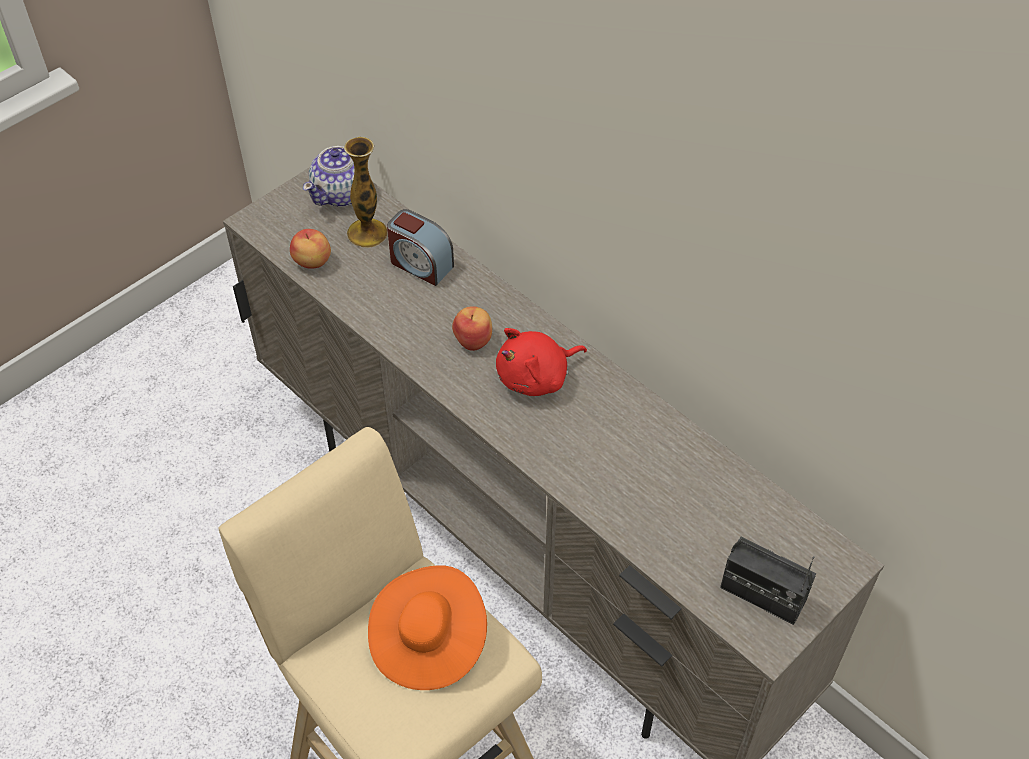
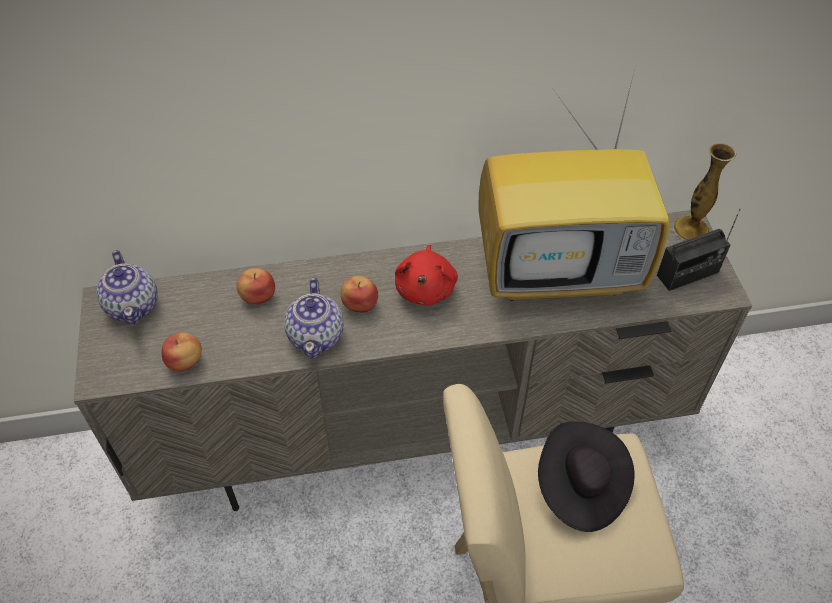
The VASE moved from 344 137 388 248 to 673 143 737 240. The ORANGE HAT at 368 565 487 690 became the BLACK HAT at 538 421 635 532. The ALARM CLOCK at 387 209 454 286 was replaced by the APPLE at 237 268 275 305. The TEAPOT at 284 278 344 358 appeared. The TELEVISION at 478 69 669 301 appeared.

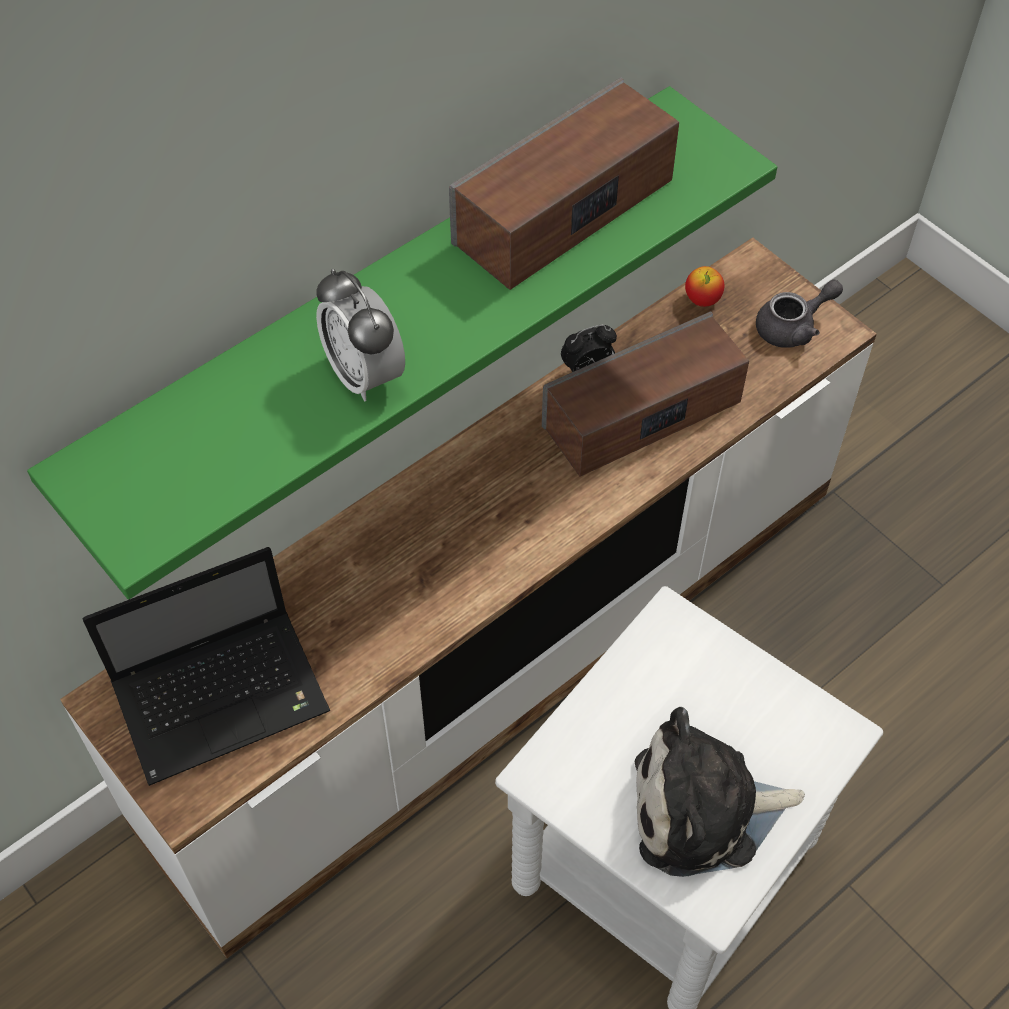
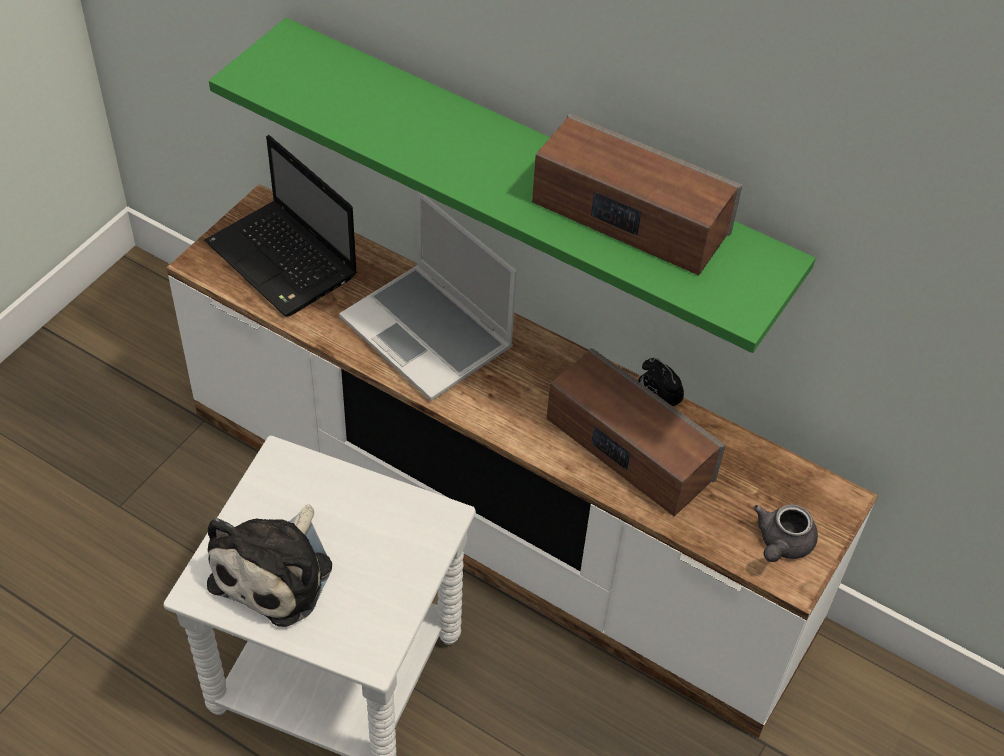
The ALARM CLOCK at 316 269 405 401 disappeared. The PLUSH TOY at 635 707 805 877 turned 135 degrees counterclockwise. The APPLE at 685 266 724 307 disappeared. The GREY TEAPOT at 756 280 843 348 turned 75 degrees clockwise. The LAPTOP at 339 191 517 401 appeared.

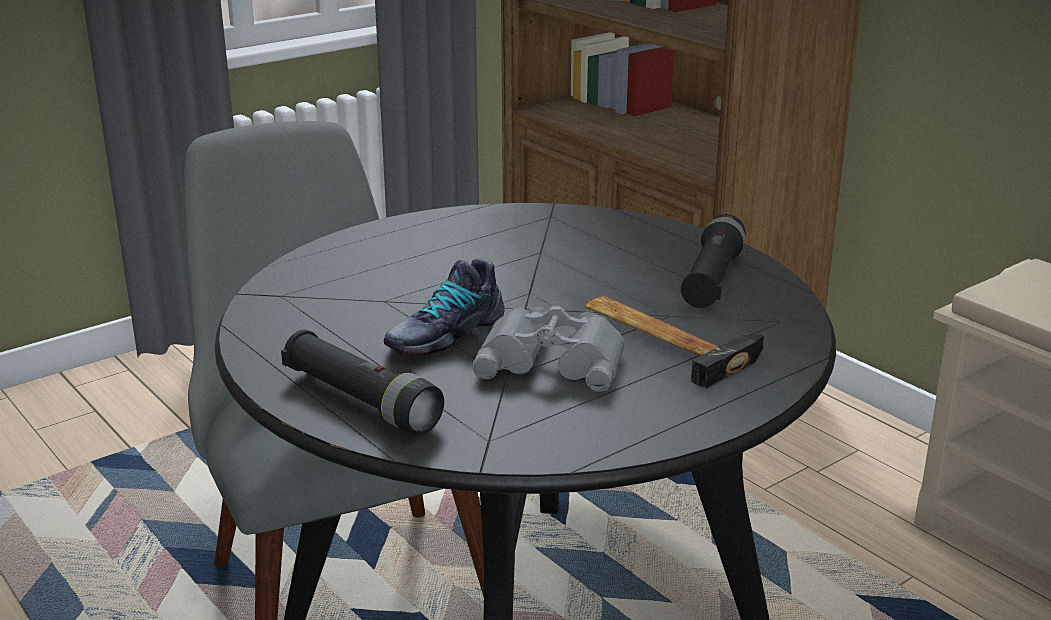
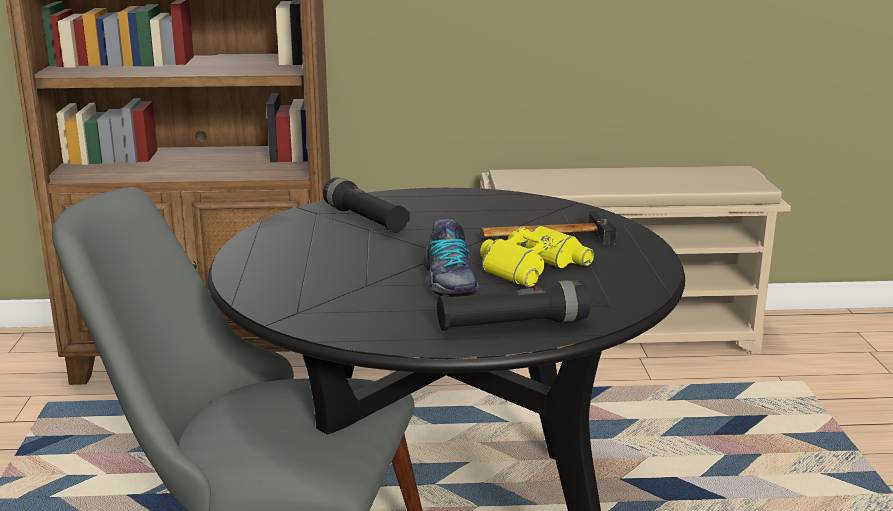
The GREY BINOCULARS at 472 306 625 392 became the YELLOW BINOCULARS at 480 226 594 287. The BLACK FLASHLIGHT moved from 681 214 746 308 to 323 177 410 233.

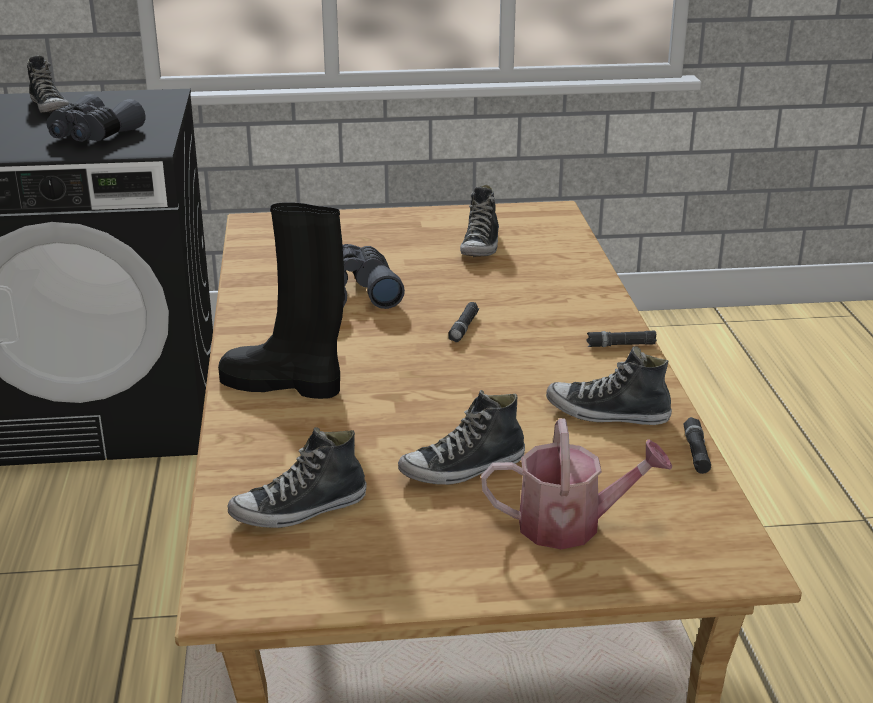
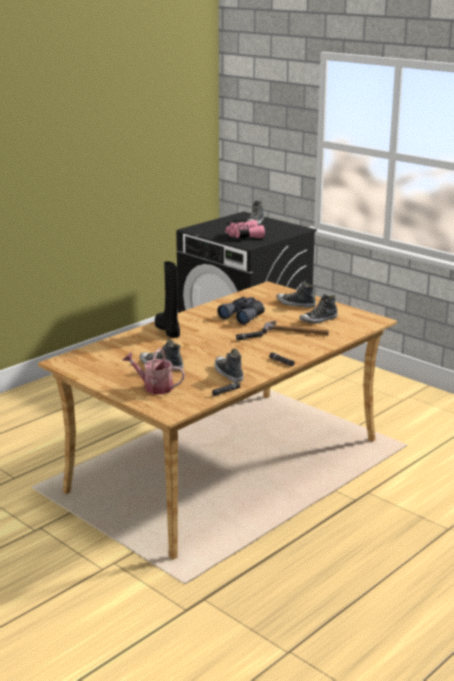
The GREY BINOCULARS at 46 94 145 142 became the PINK BINOCULARS at 225 220 265 238. The SHOE moved from 227 427 367 528 to 276 281 316 308. The WATERING CAN at 481 418 672 549 turned 150 degrees clockwise. The HAMMER at 262 321 329 335 appeared.

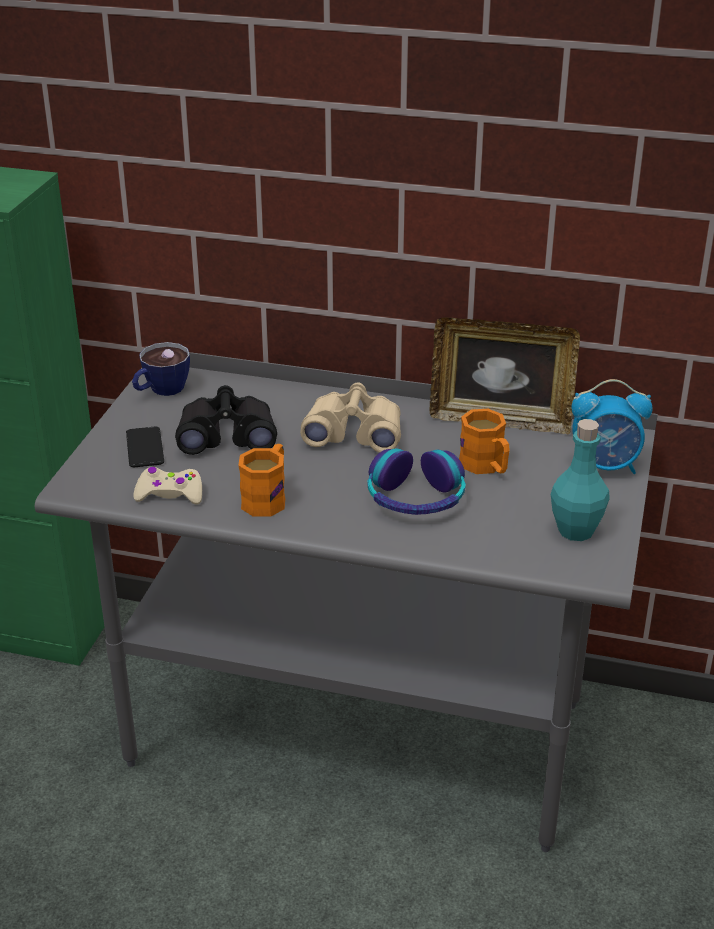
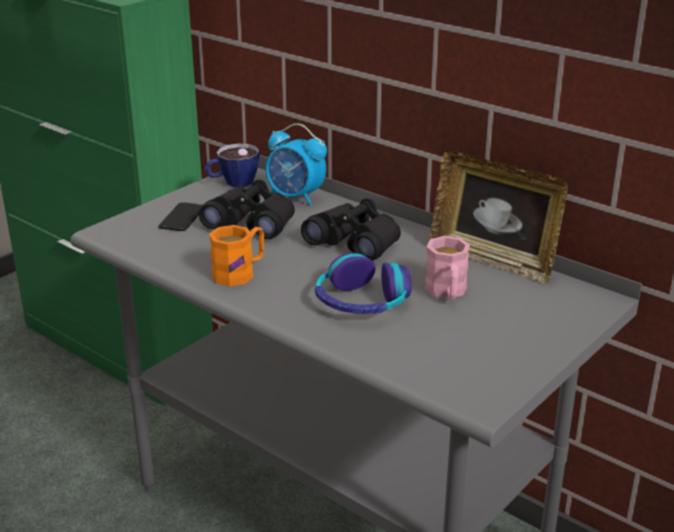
The BEIGE GAME CONTROLLER at 133 467 202 505 disappeared. The BEIGE BINOCULARS at 300 383 401 452 became the BLACK BINOCULARS at 301 198 401 261. The ORANGE MUG at 459 409 510 474 became the PINK MUG at 424 236 470 299. The TURQUOISE BOTTLE at 551 419 610 541 disappeared. The ALARM CLOCK moved from 571 379 653 474 to 266 123 327 205.

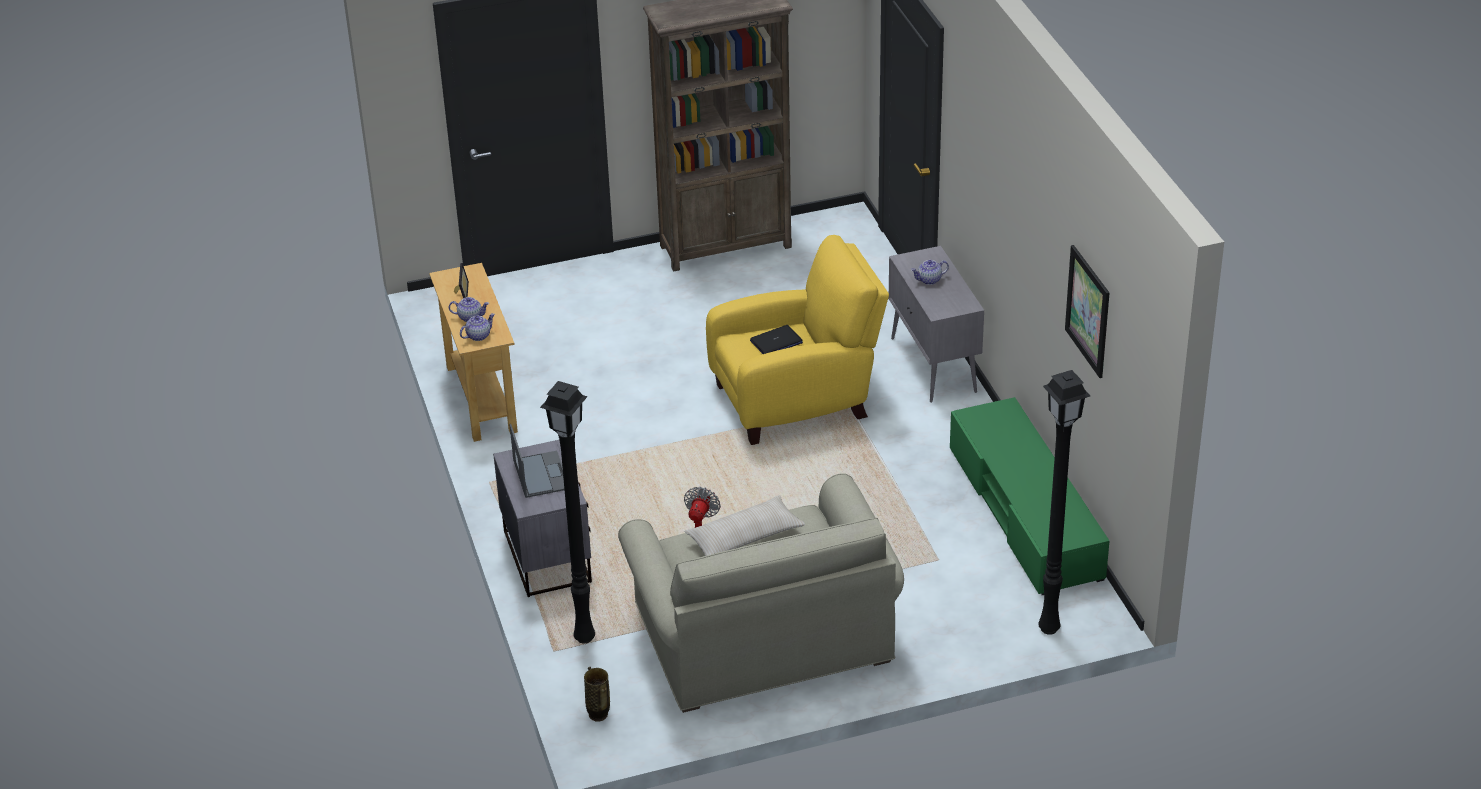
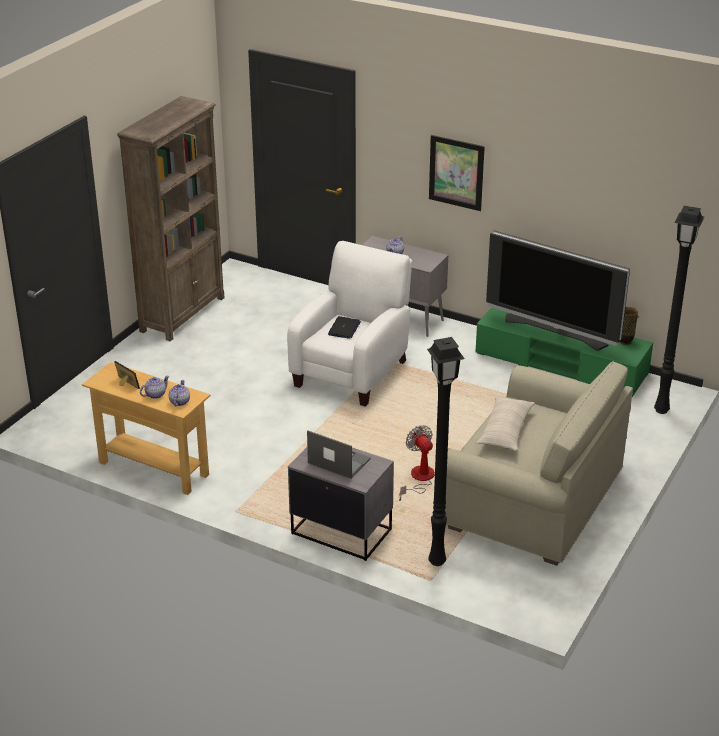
The VASE moved from 584 667 610 722 to 619 307 639 345. The YELLOW ARMCHAIR at 706 235 889 445 became the WHITE ARMCHAIR at 287 241 412 407. The PICTURE moved from 1065 245 1109 378 to 429 135 485 211. The TELEVISION at 486 231 630 351 appeared.

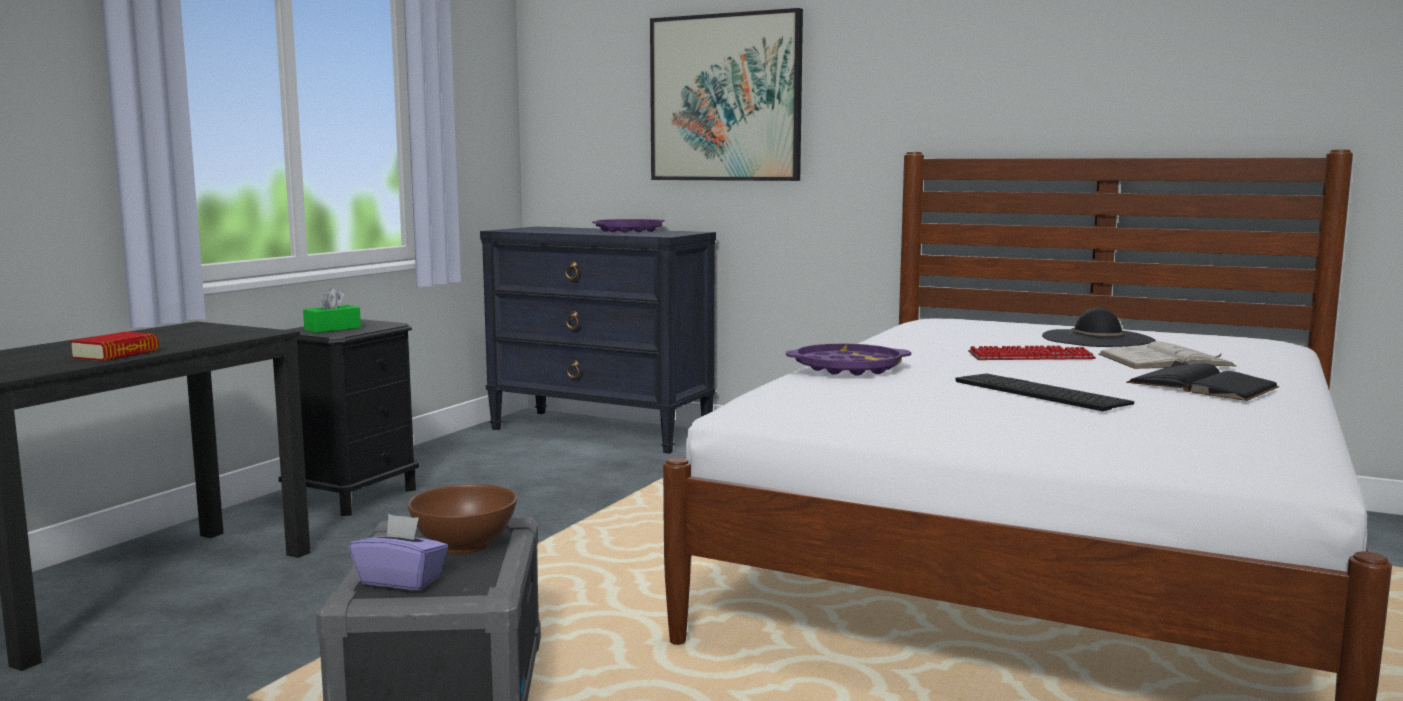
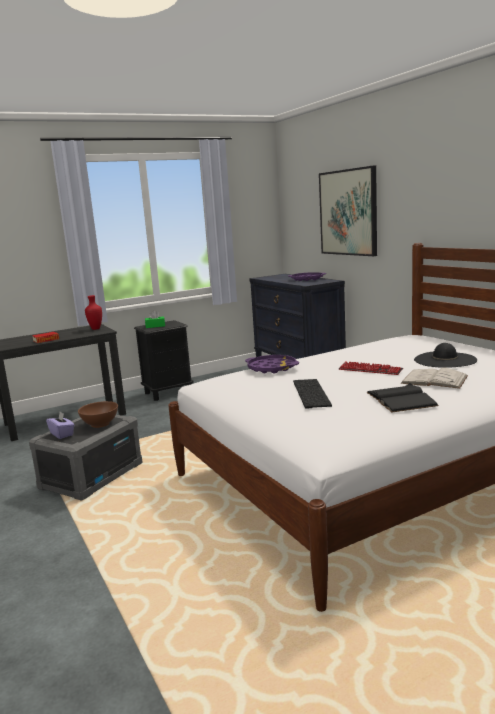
The RED VASE at 85 295 102 330 appeared.

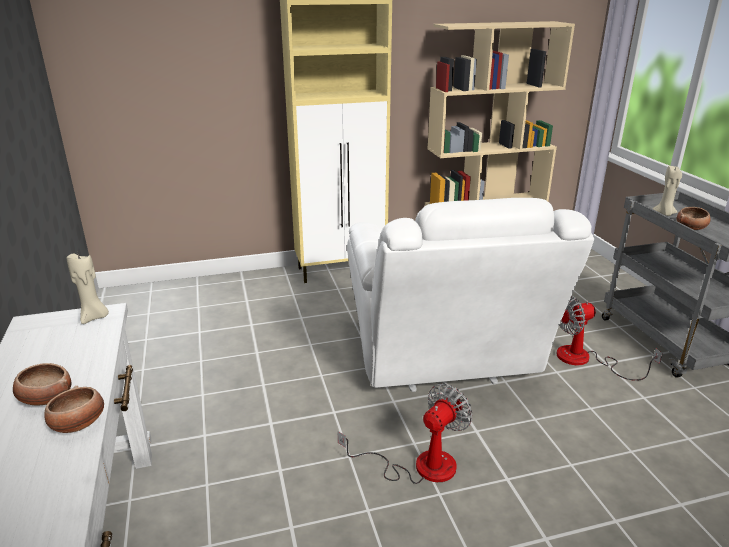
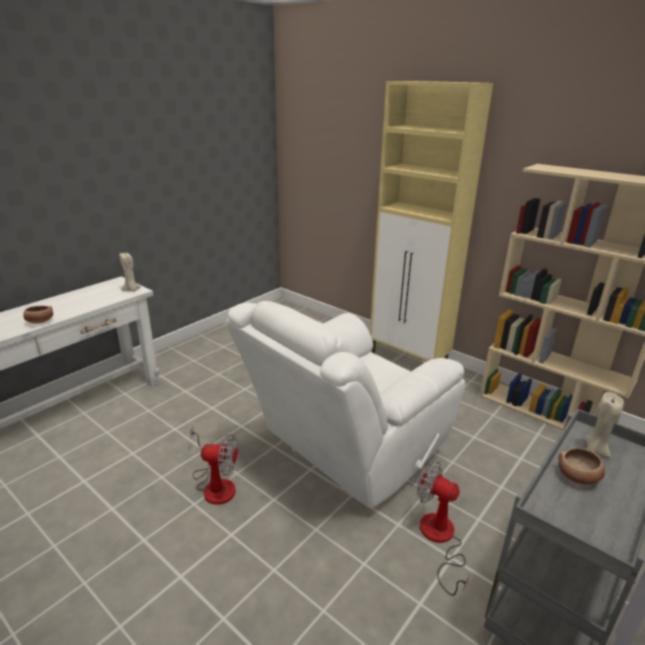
The BOWL at 13 363 72 406 disappeared.

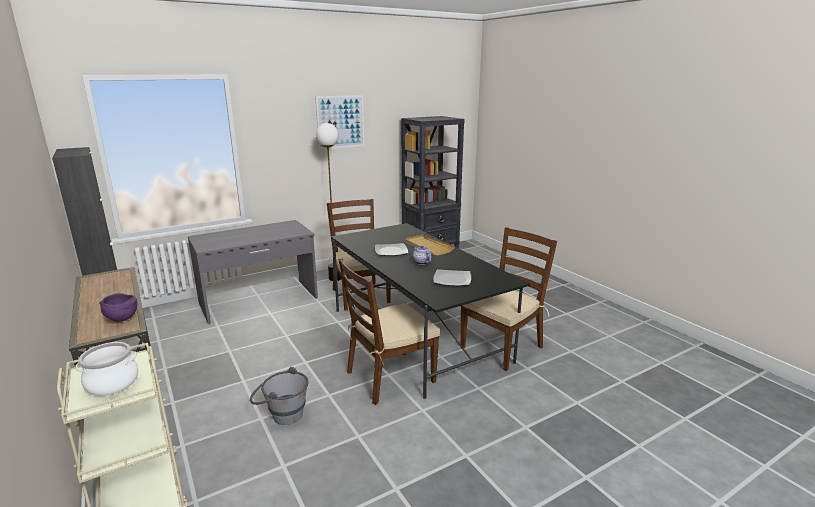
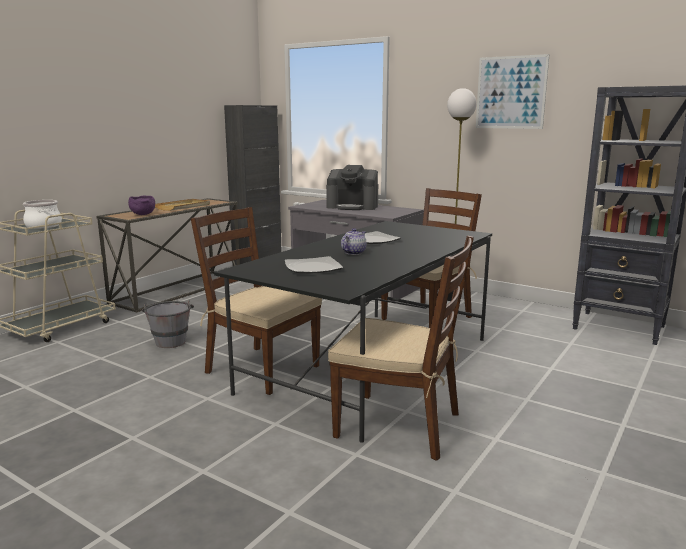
The BEIGE TRAY moved from 404 234 455 255 to 155 199 210 211. The COFFEE MACHINE at 326 165 378 210 appeared.

